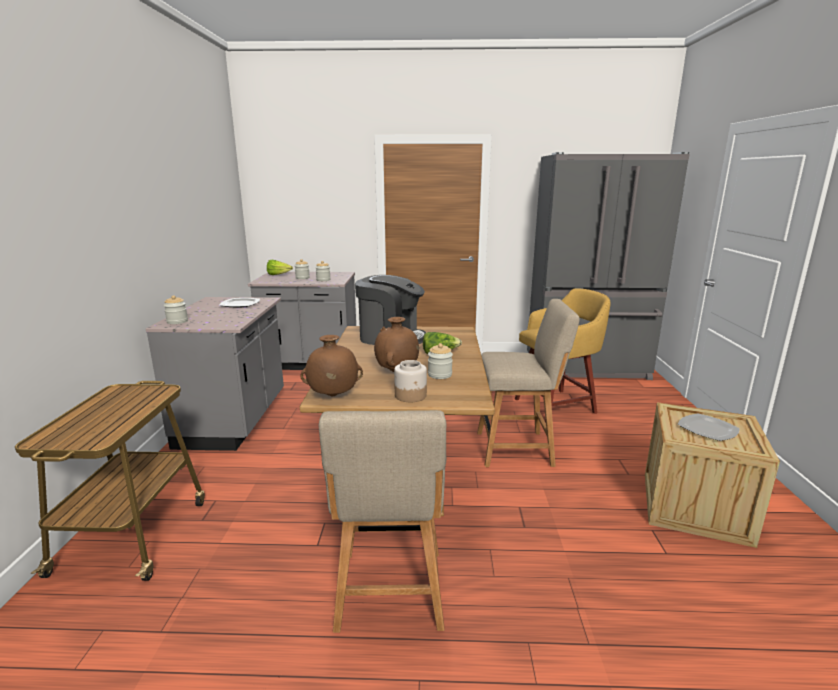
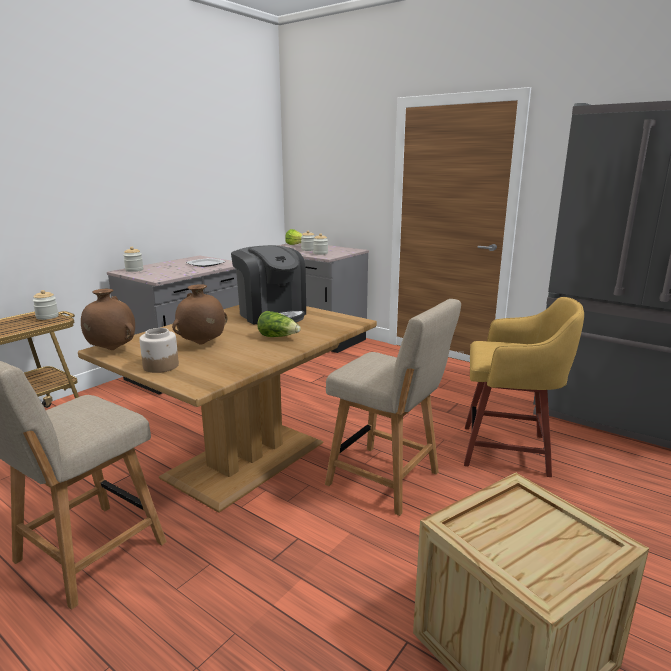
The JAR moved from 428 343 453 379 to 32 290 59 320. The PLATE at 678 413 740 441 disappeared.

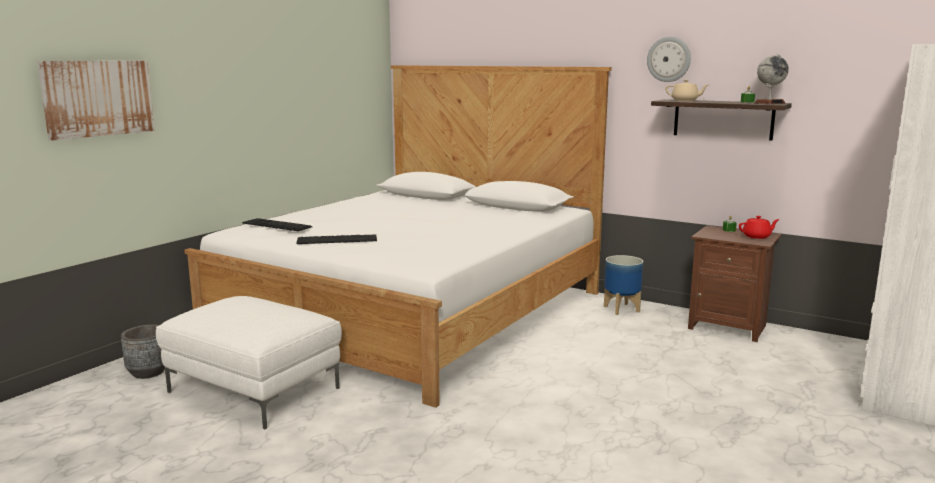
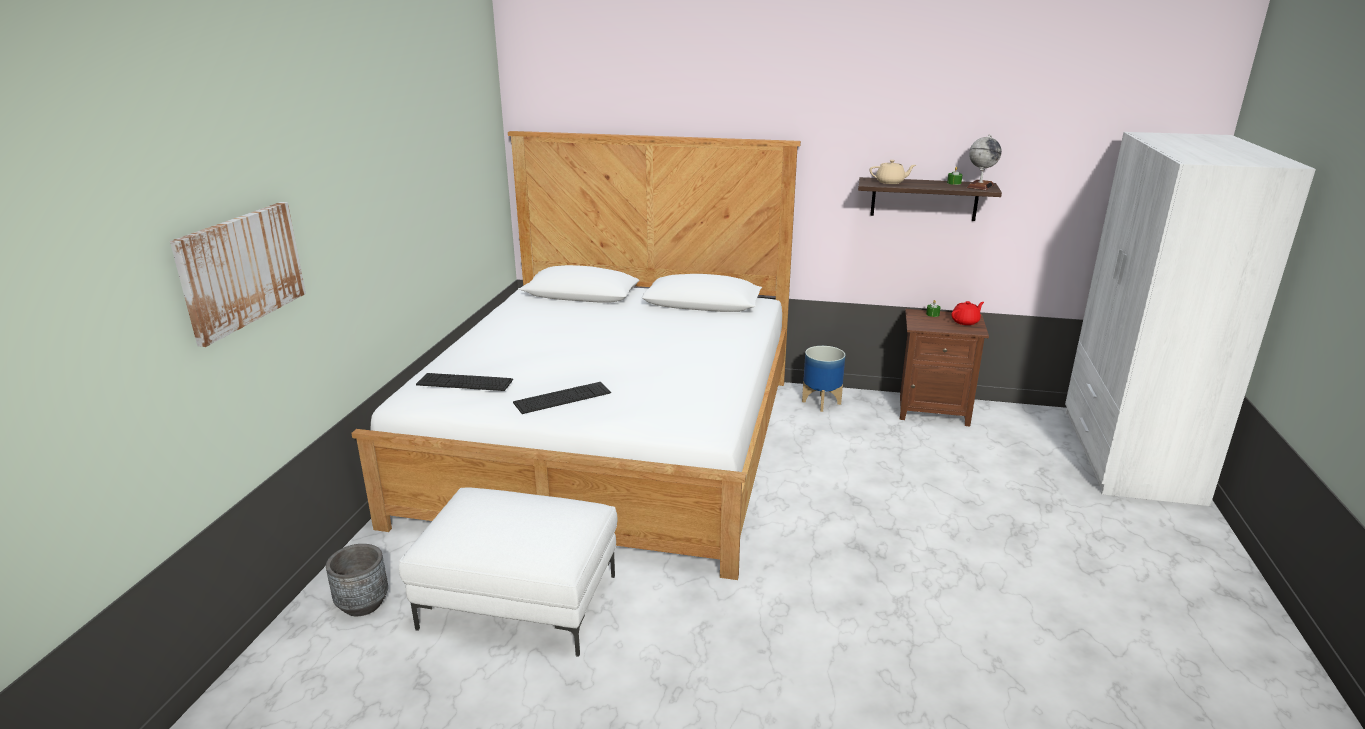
The WALL CLOCK at 647 36 691 82 disappeared.

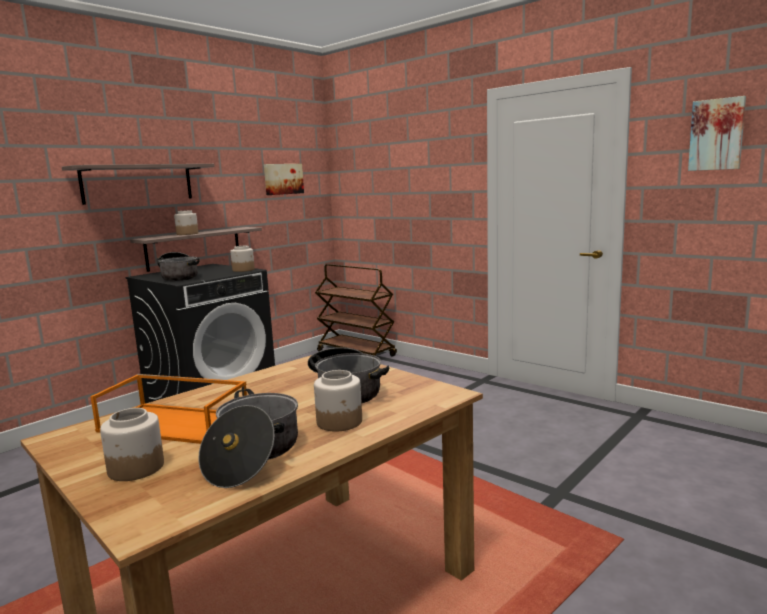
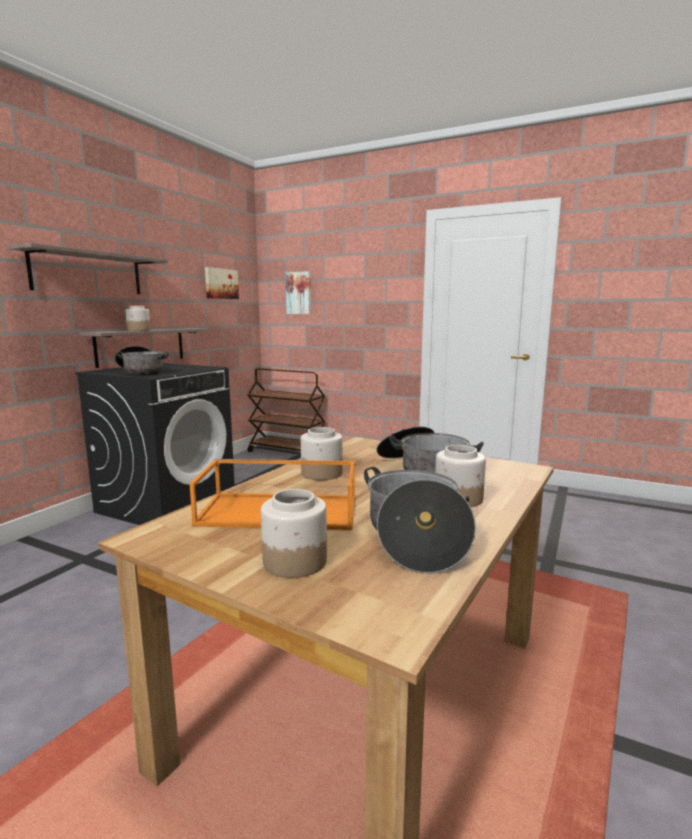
The JAR moved from 231 246 255 272 to 301 427 343 480. The PICTURE moved from 688 96 746 171 to 286 271 311 314.

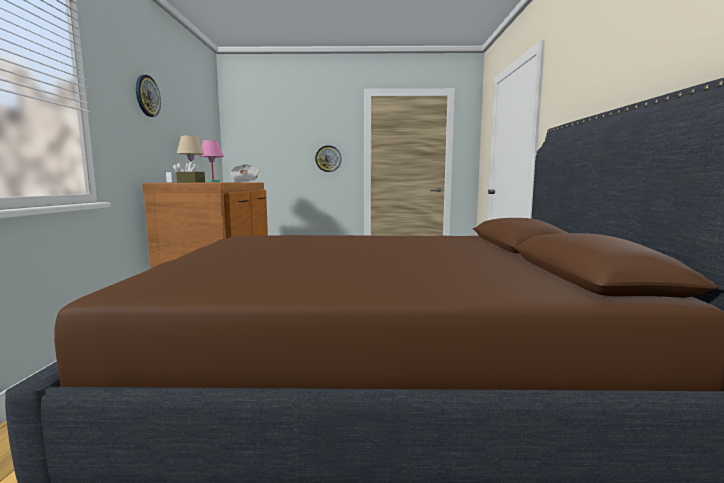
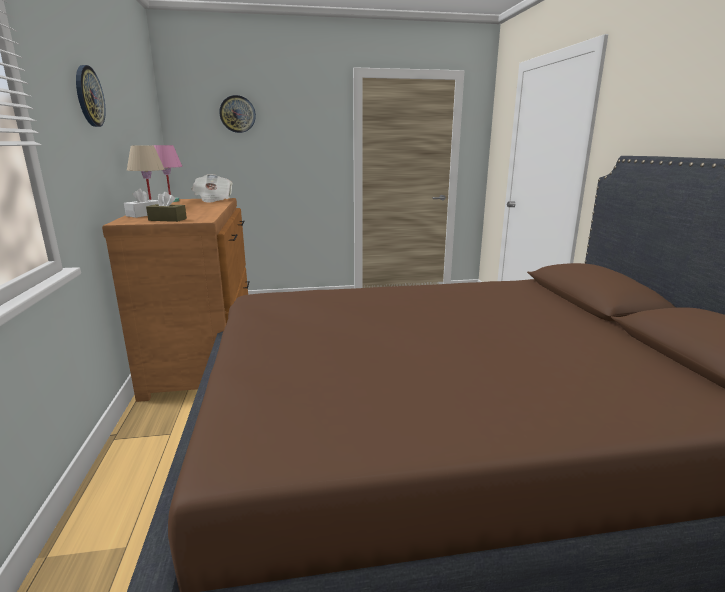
The WALL CLOCK moved from 315 145 341 172 to 219 95 256 133.

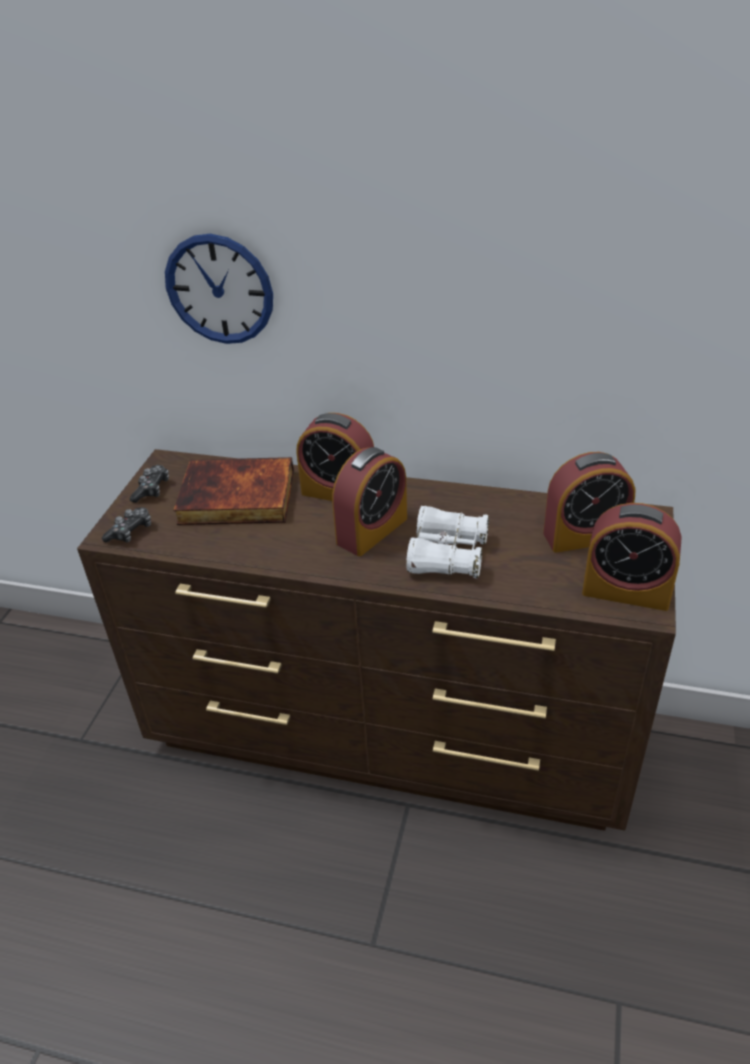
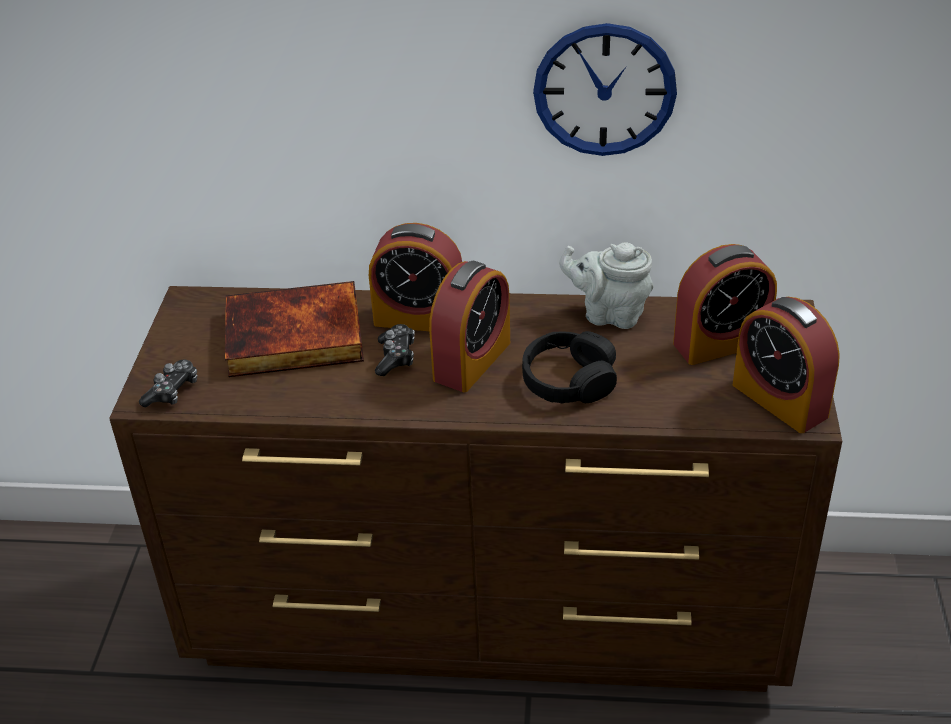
The GAME CONTROLLER moved from 130 465 169 503 to 375 324 415 376. The WALL CLOCK moved from 165 234 273 344 to 533 23 677 156. The WHITE BINOCULARS at 406 506 489 578 was replaced by the BLACK HEADPHONES at 522 331 617 404. The ALARM CLOCK at 582 503 682 611 turned 45 degrees clockwise. The GREY TEAPOT at 559 243 654 329 appeared.

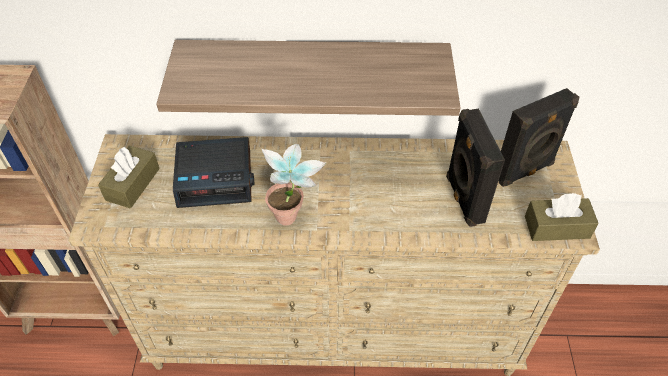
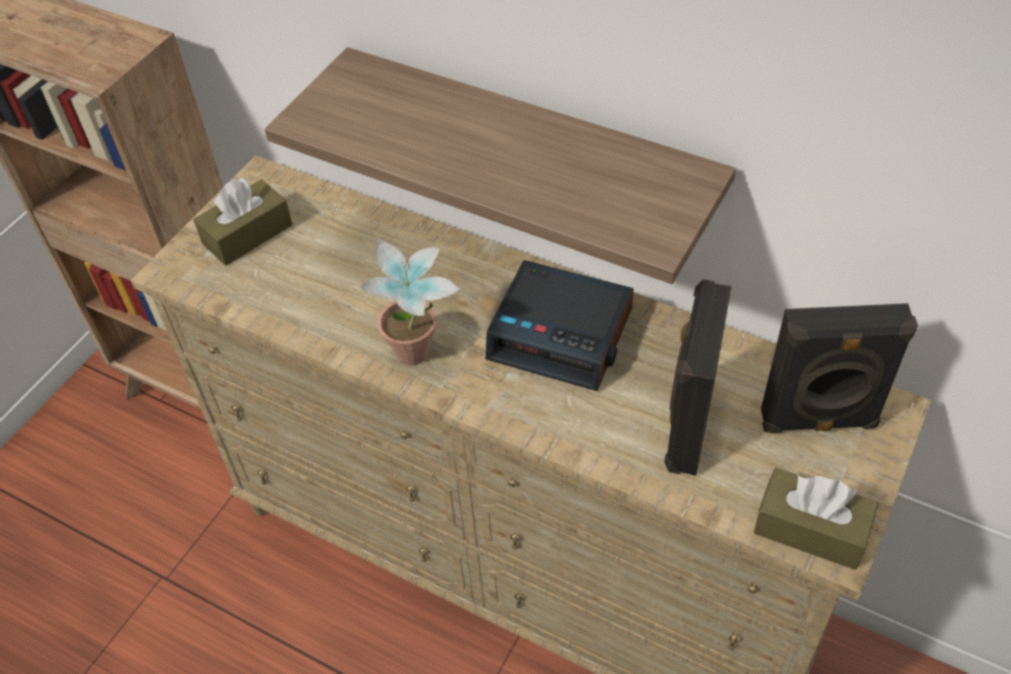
The ALARM CLOCK moved from 173 137 254 208 to 486 260 634 391.

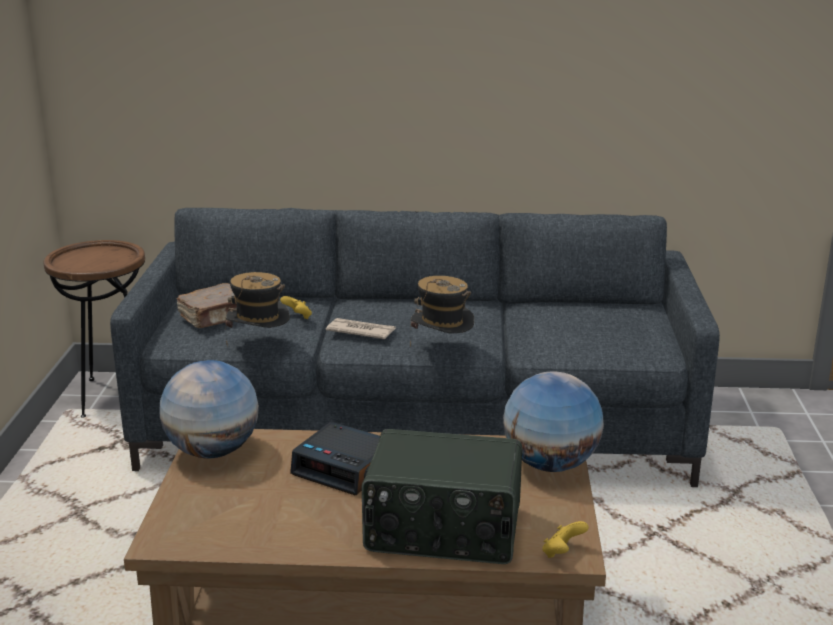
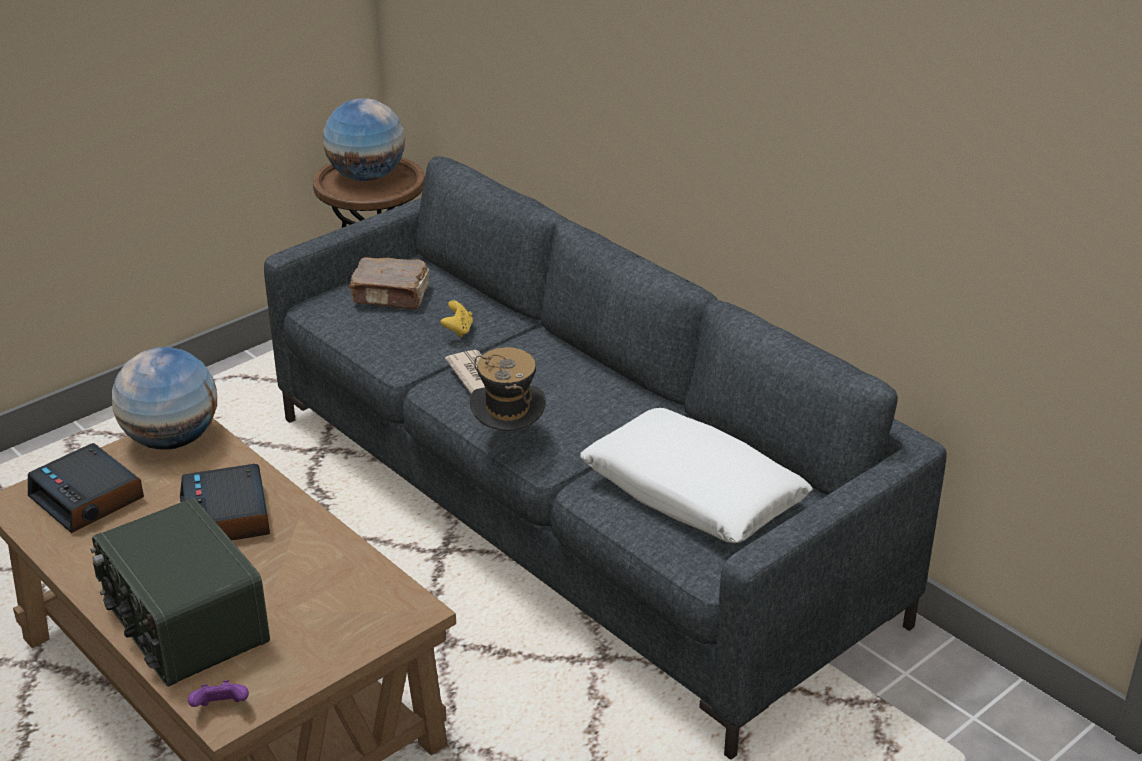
The HAT at 225 272 290 346 disappeared. The GLOBE moved from 503 371 604 472 to 323 98 405 181. The YELLOW GAME CONTROLLER at 542 521 589 558 became the PURPLE GAME CONTROLLER at 188 680 249 707. The ALARM CLOCK at 28 443 144 533 appeared. The WHITE PILLOW at 580 408 813 543 appeared.

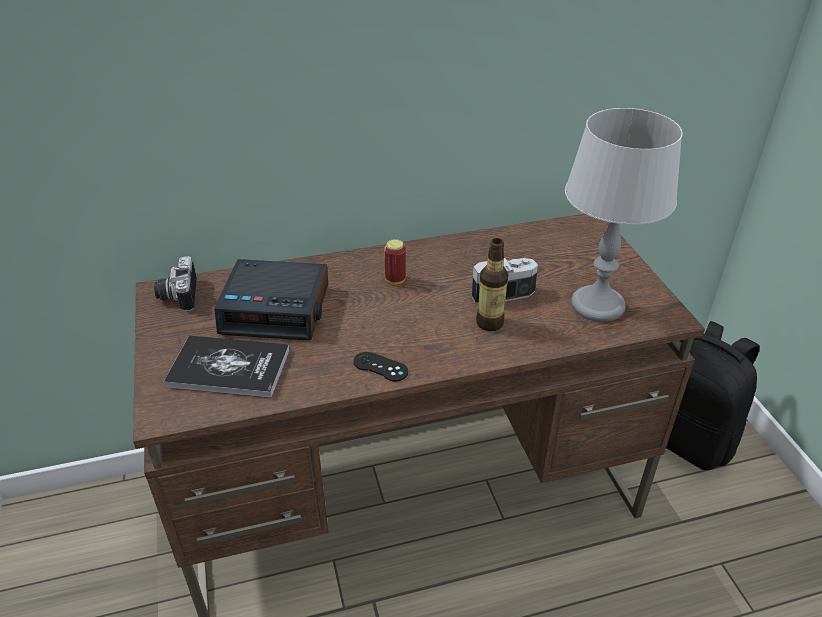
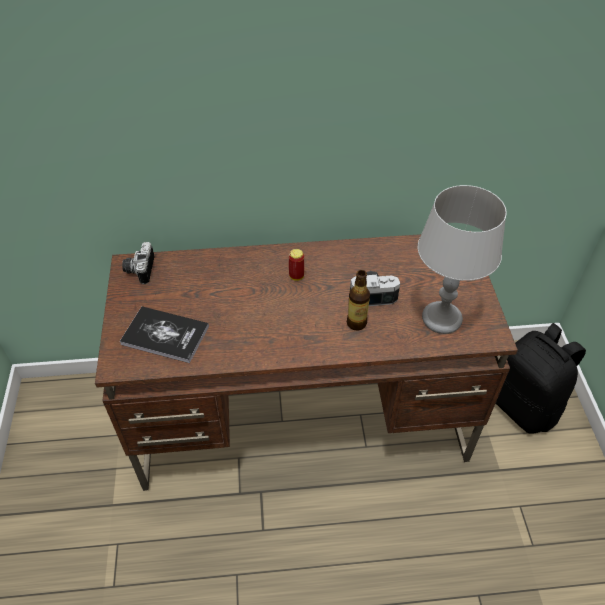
The ALARM CLOCK at 214 259 328 341 disappeared. The BLACK GAME CONTROLLER at 353 352 408 381 disappeared.

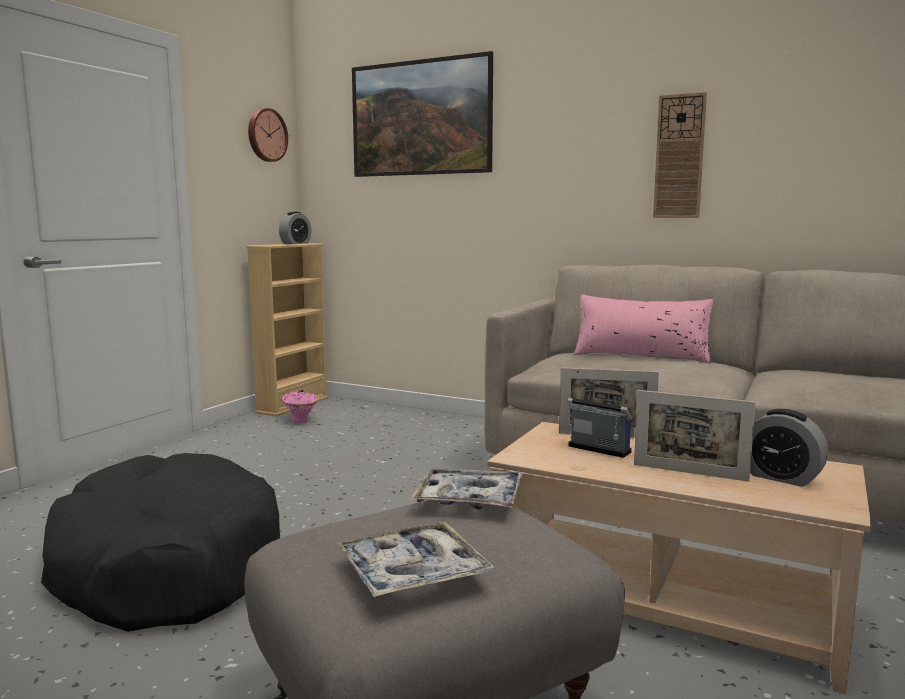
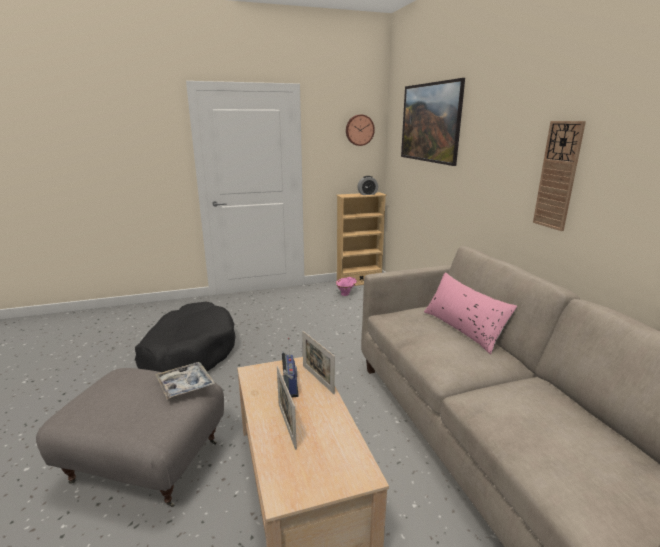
The TRAY at 337 522 494 597 disappeared. The ALARM CLOCK at 750 409 828 487 disappeared.

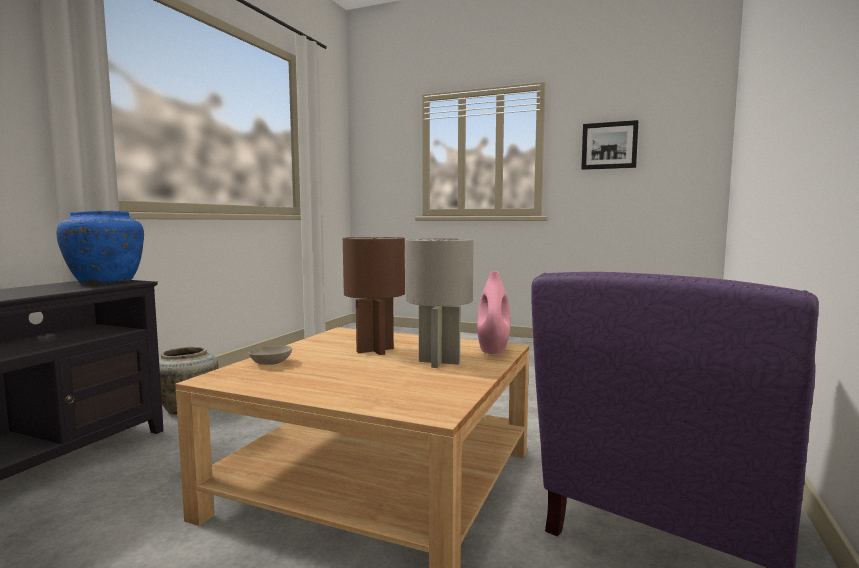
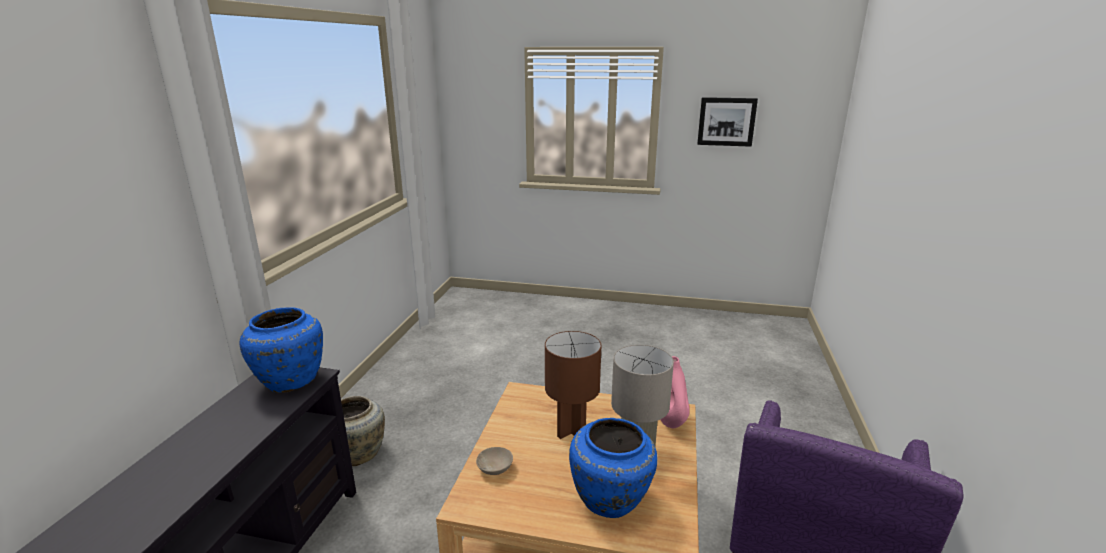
The BLUE VASE at 569 418 657 518 appeared.

